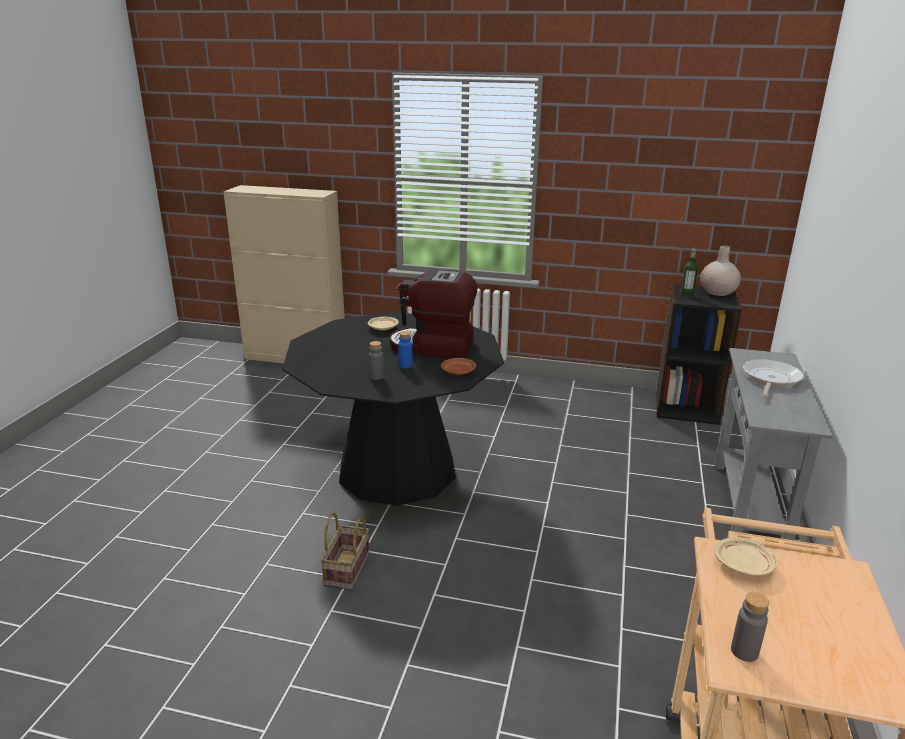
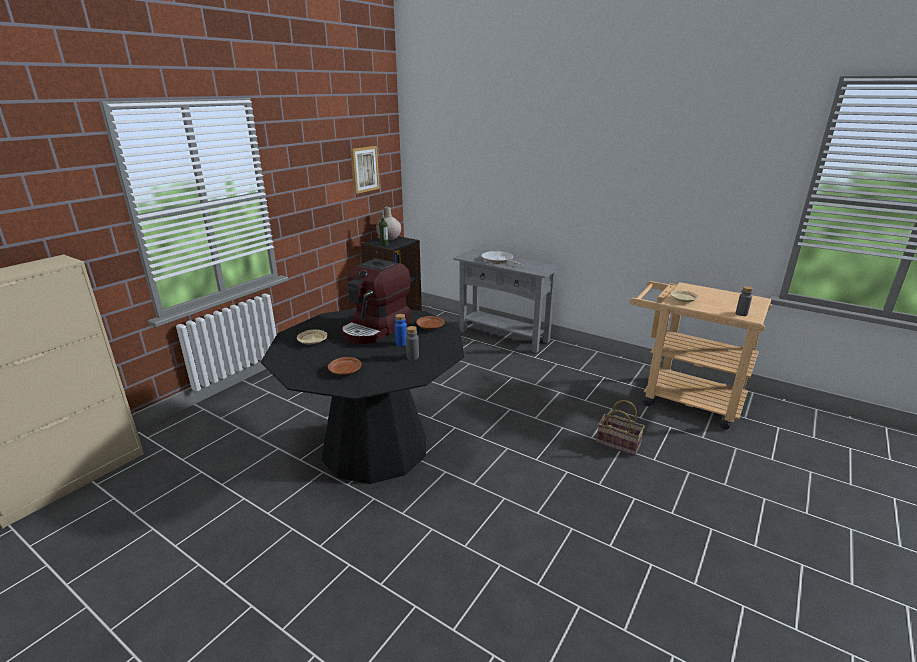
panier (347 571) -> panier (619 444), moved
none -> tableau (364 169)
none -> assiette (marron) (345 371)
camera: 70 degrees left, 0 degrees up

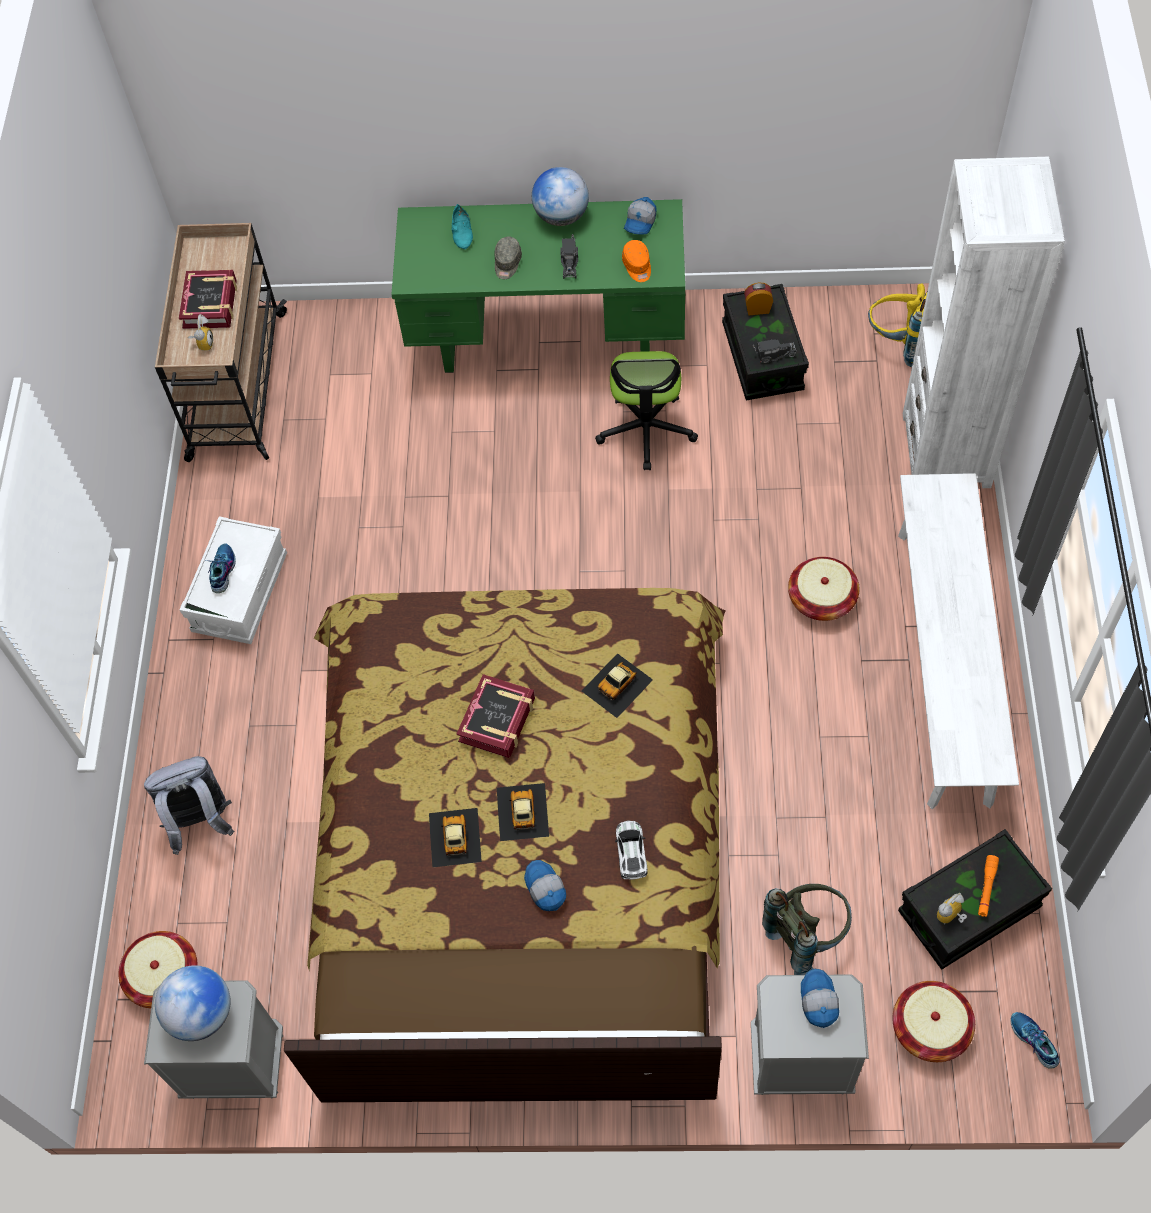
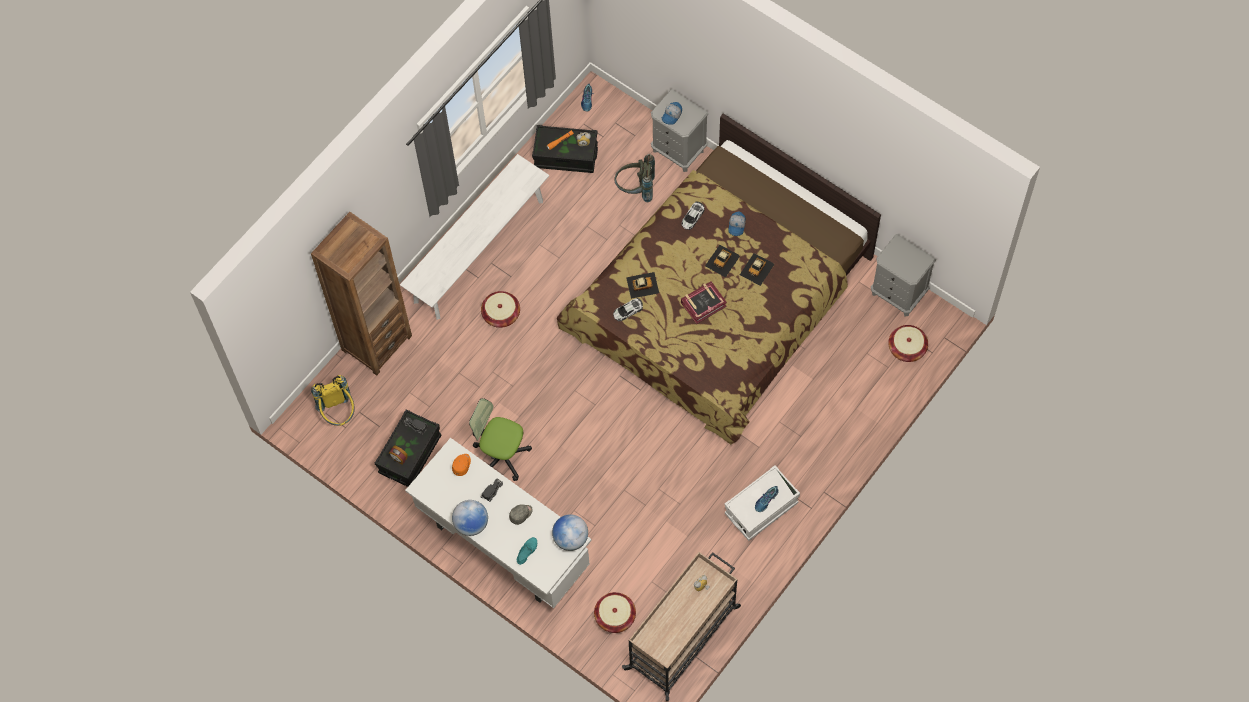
bibliothèque (blanc) (946 450) -> bibliothèque (marron) (376 343)
casquette (641 222) -> none
bureau (vert) (548 338) -> bureau (blanc) (503 546)
livre (210 304) -> none
chaise de bureau (646 430) -> chaise de bureau (501 455), 105 degrees counterclockwise
sac à dos (gris) (201 822) -> none
globe (201 1014) -> globe (571 538), moved
panier (930 1028) -> panier (615 616), moved
none -> petite voiture (627 311)
camera: 145 degrees left, 5 degrees up

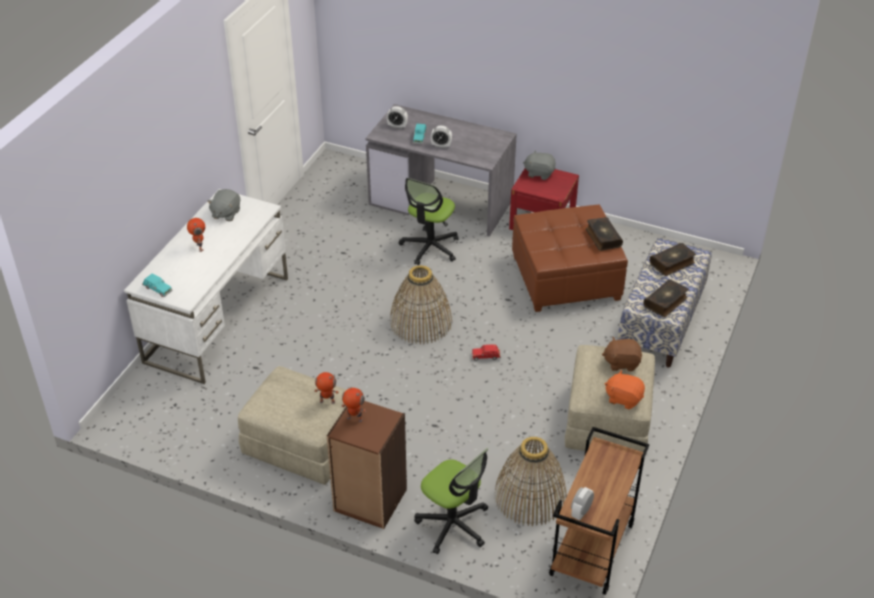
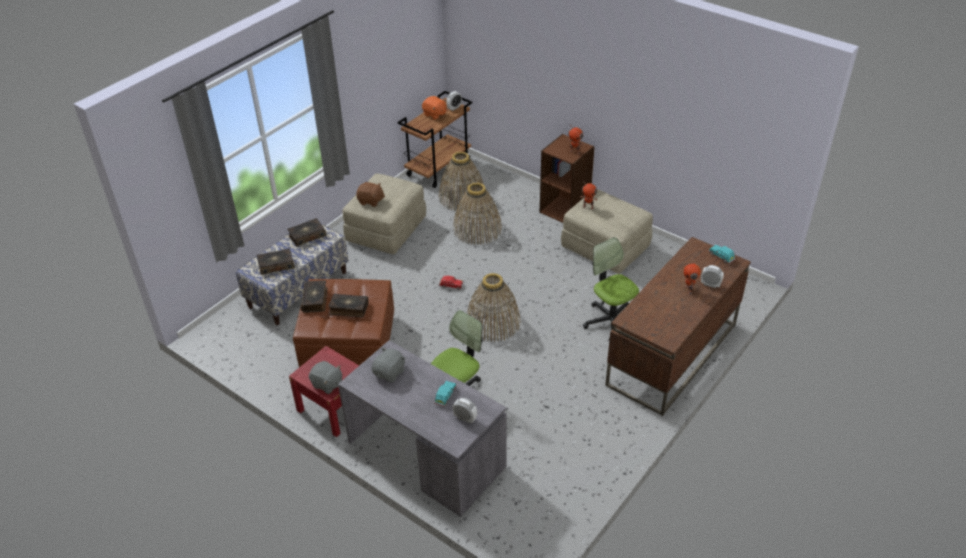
réveil (441 145) -> réveil (710 284), moved
bureau (blanc) (218 319) -> bureau (marron) (671 355)
peluche (gris) (226 213) -> peluche (gris) (390 373), moved
peluche (orange) (623 398) -> peluche (orange) (434 114), moved
chaise de bureau (453 525) -> chaise de bureau (610 321), moved
none -> panier (477 229)
none -> livre (349 309)
camera: 165 degrees left, 0 degrees up

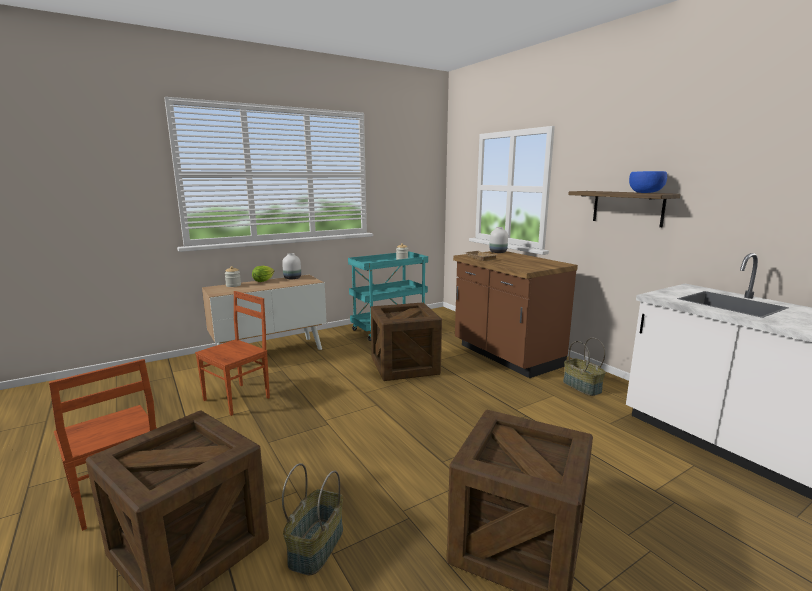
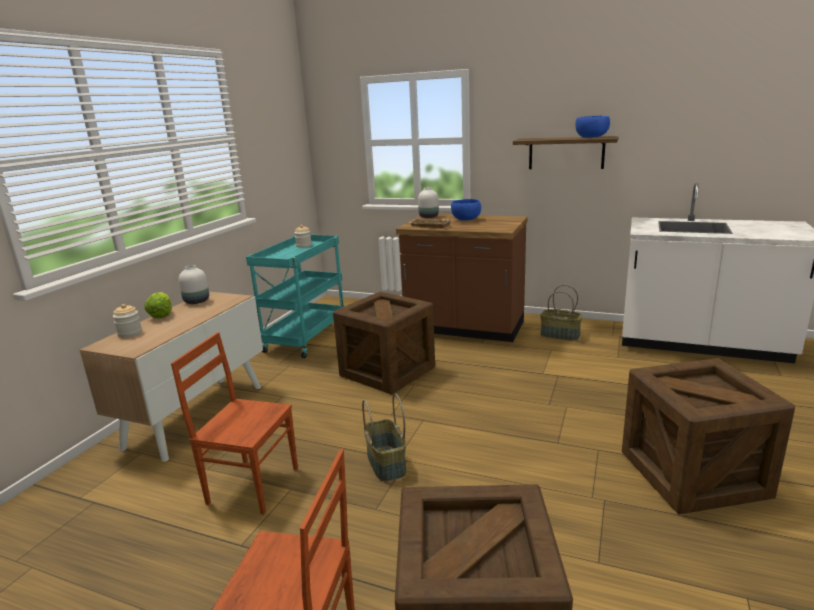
chaise (marron) (238 399) -> chaise (marron) (252 484), 75 degrees counterclockwise
panier (316 545) -> panier (385 463), moved
none -> bol (bleu) (466 220)
camera: 35 degrees left, 5 degrees up

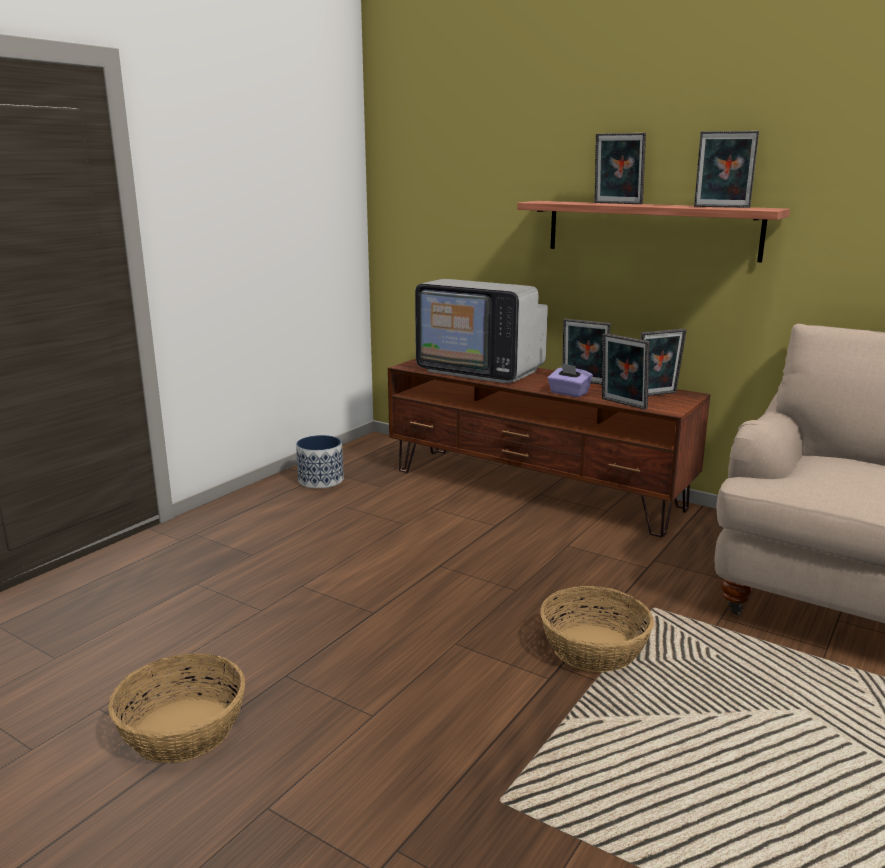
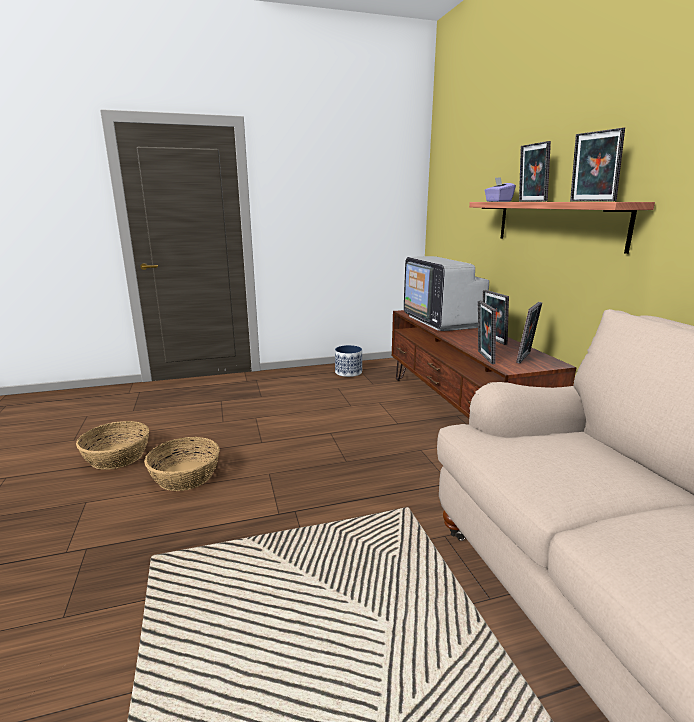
cadre photo (656 395) -> cadre photo (526 358), 75 degrees counterclockwise
boîte à mouchoirs (violet) (568 393) -> boîte à mouchoirs (violet) (498 201), moved
panier (594 648) -> panier (186 476), moved
camera: 40 degrees right, 0 degrees up

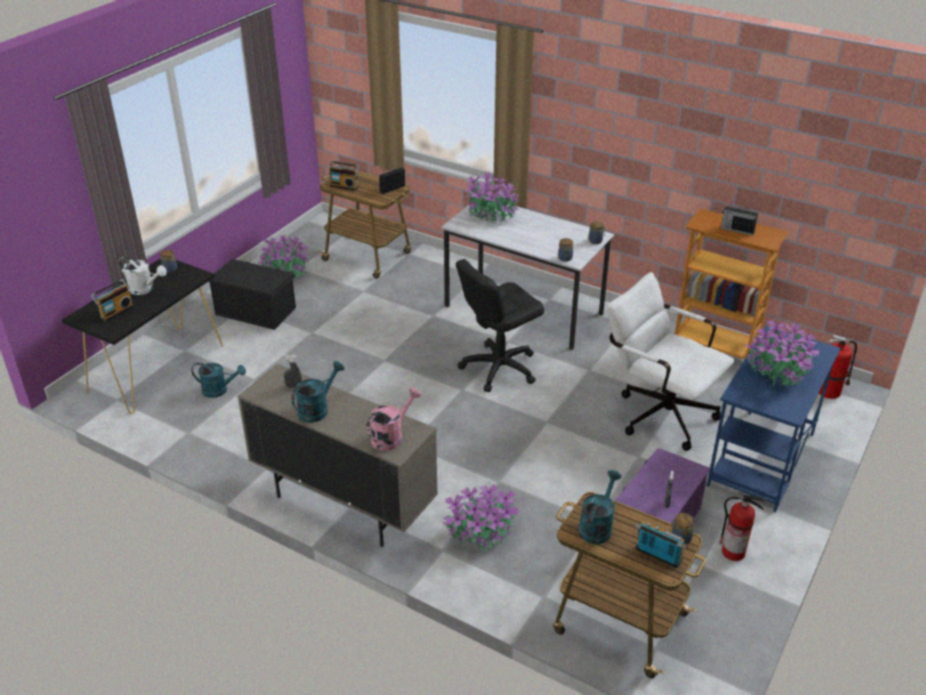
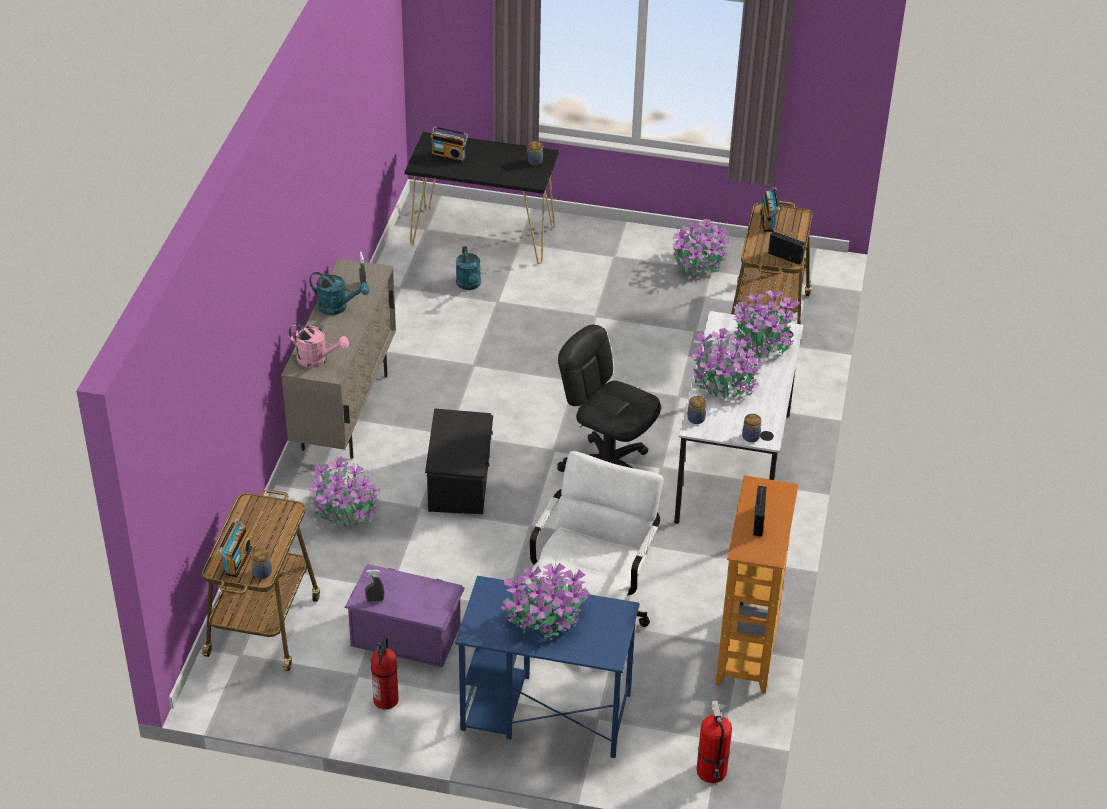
arrosoir (blanc) (145 289) -> none
boîte de rangement (noir) (256 310) -> boîte de rangement (noir) (460 481), moved
arrosoir (turquoise) (597 526) -> none
none -> plante en pot (723 383)
camera: 70 degrees right, 5 degrees up

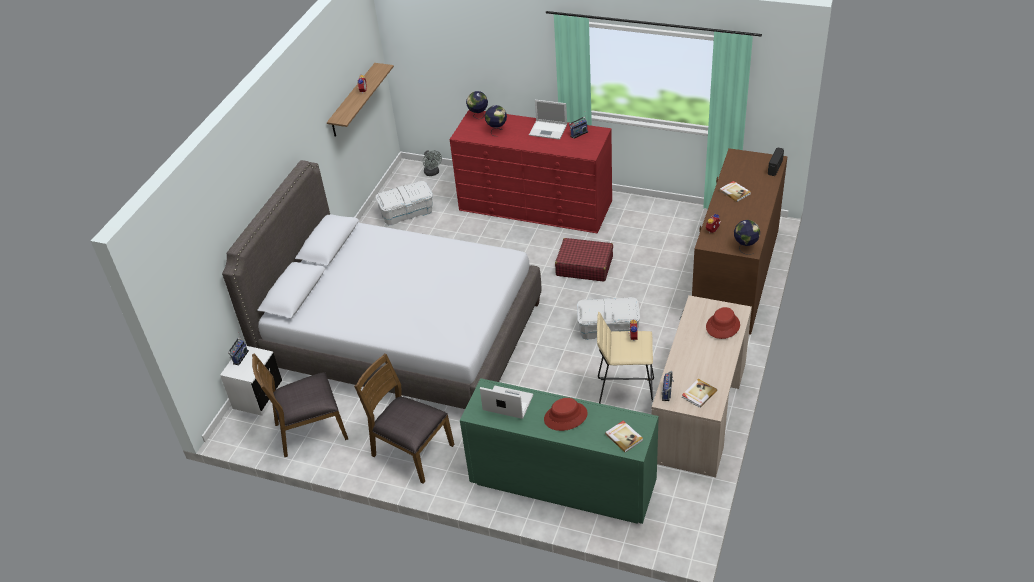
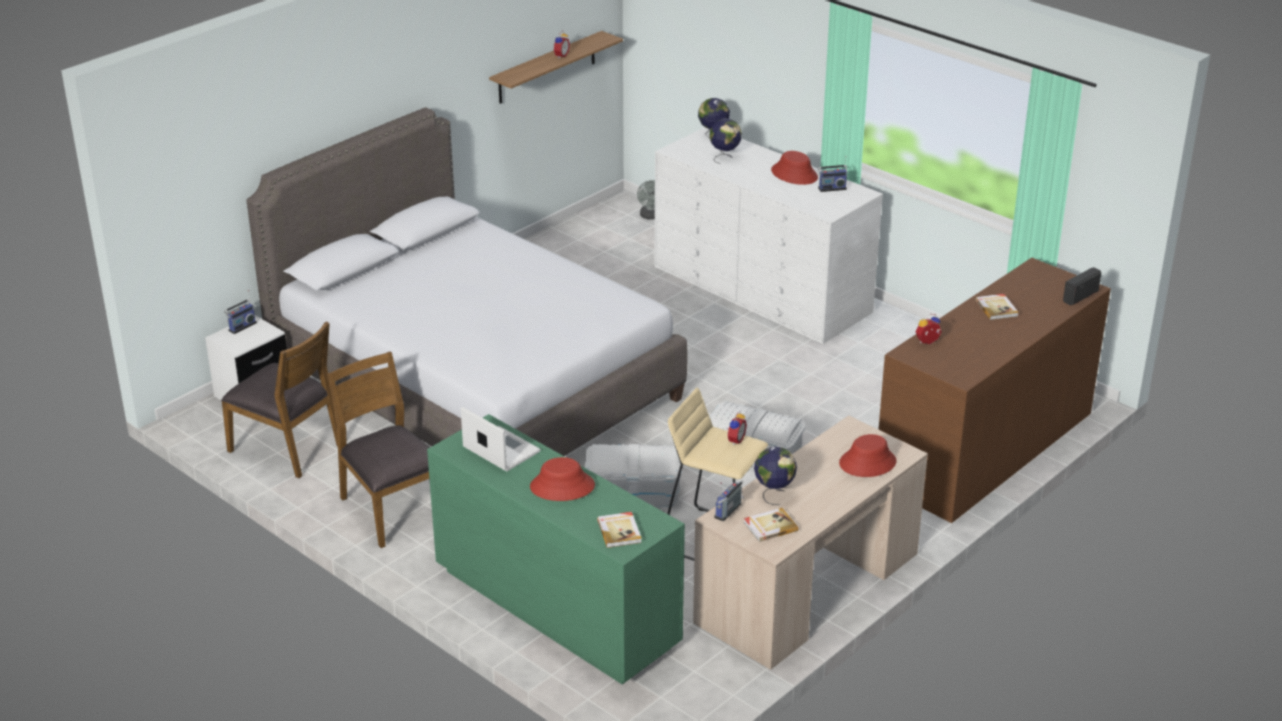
ordinateur portable (548 130) -> chapeau (rouge) (794 174)
commode (rouge) (535 205) -> commode (blanc) (761 289)
boîte de rangement (blanc) (407 212) -> boîte de rangement (blanc) (633 492), moved
globe (745 248) -> globe (774 494), moved
valise (rouge) (584 266) -> none
chaise (marron) (310 430) -> chaise (marron) (287 447), 150 degrees counterclockwise
camera: 20 degrees right, 10 degrees down

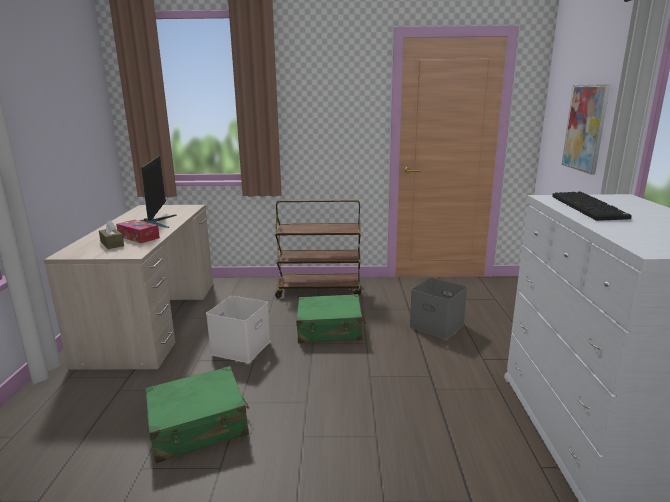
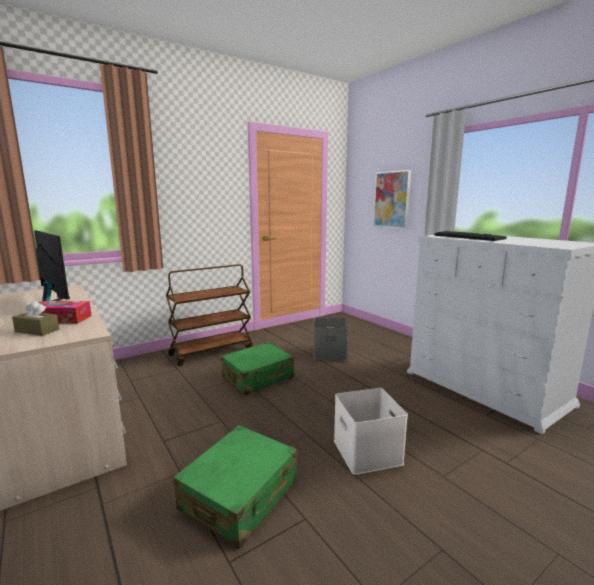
boîte de rangement (blanc) (241 348) -> boîte de rangement (blanc) (368 452), moved
camera: 35 degrees left, 5 degrees down

